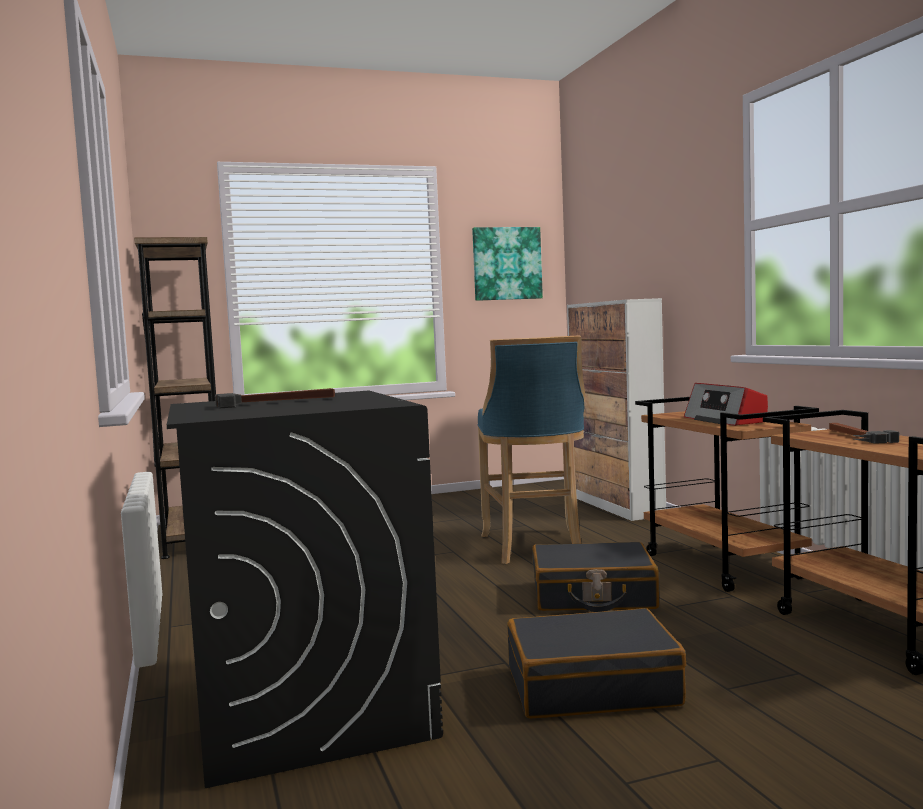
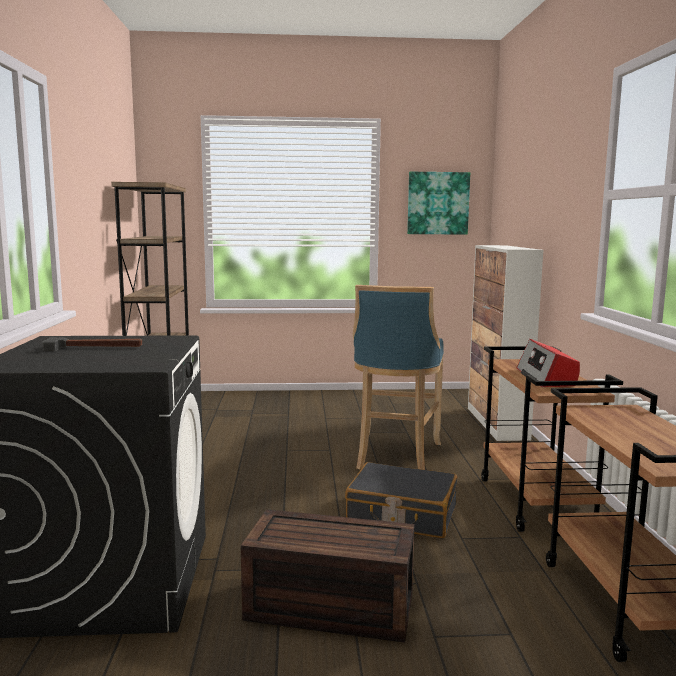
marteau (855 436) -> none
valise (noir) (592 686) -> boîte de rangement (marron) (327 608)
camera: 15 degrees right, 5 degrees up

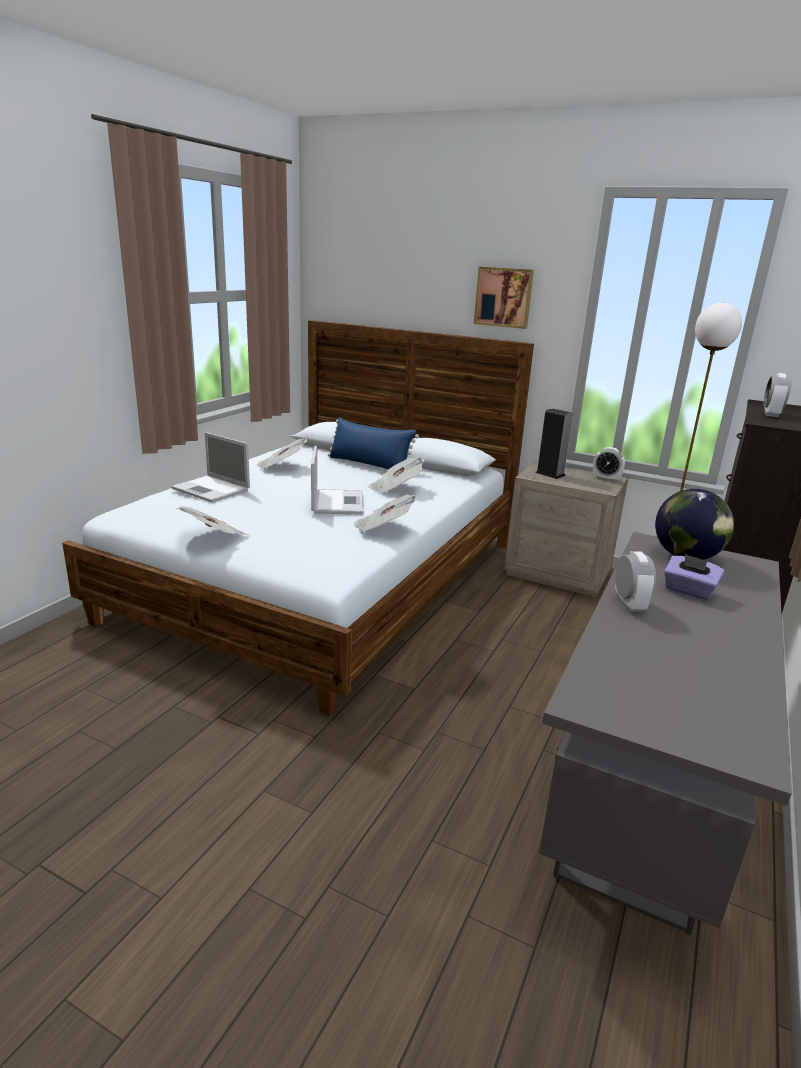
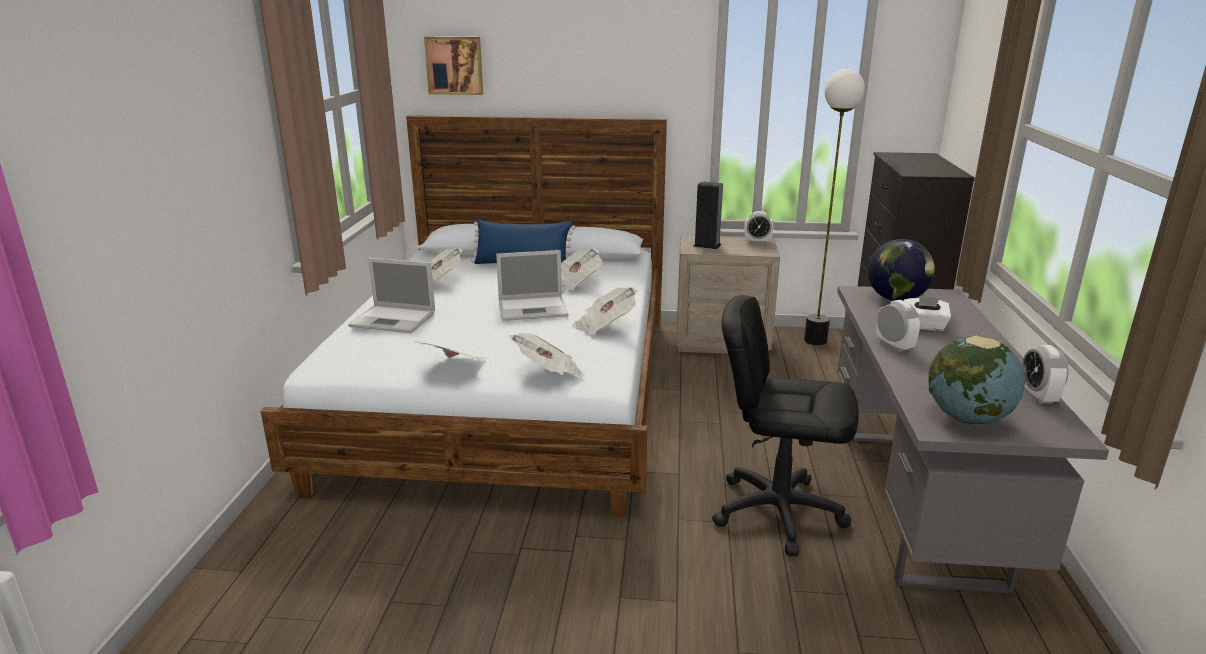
tableau (504 297) -> tableau (454 65), moved
réveil (771 414) -> réveil (1038 397), moved
ordinateur portable (337 502) -> ordinateur portable (534 308), 105 degrees clockwise
boîte à mouchoirs (violet) (689 591) -> boîte à mouchoirs (blanc) (923 326)
none -> chaise de bureau (noir) (777 512)
none -> journal (548 372)
none -> globe (967 418)
camera: 20 degrees left, 0 degrees up

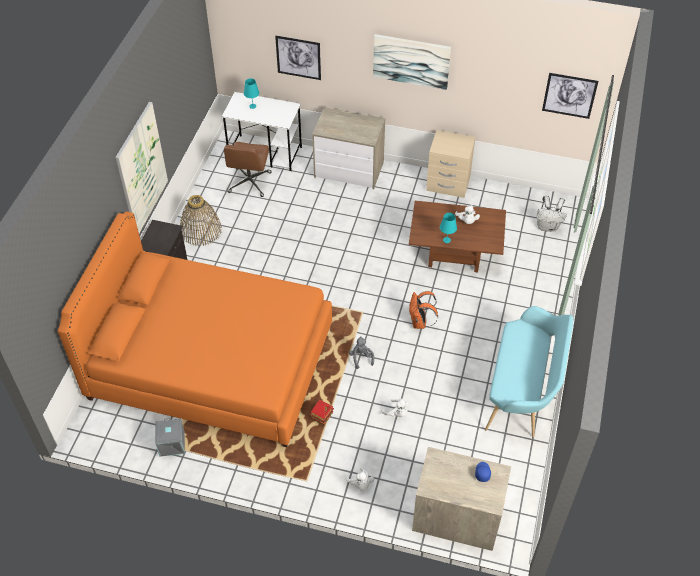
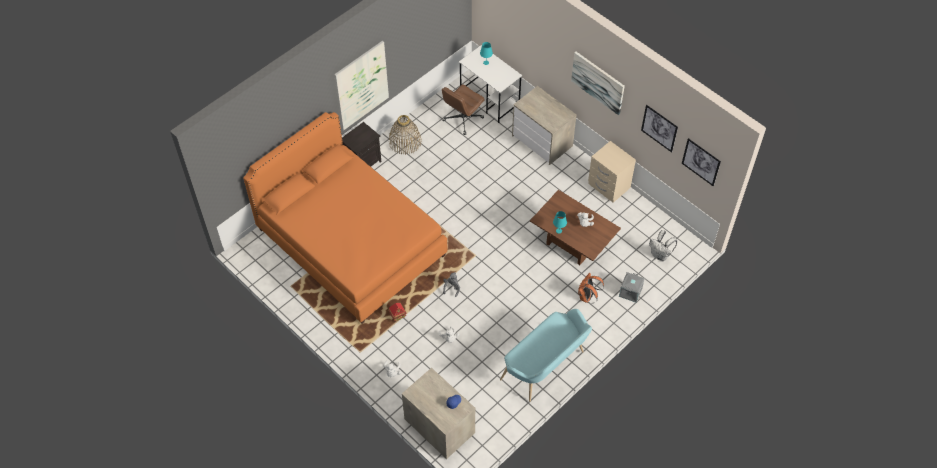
tableau (298 57) -> tableau (659 128), moved
sac à dos (orange) (420 322) -> sac à dos (orange) (587 297), moved
boîte de rangement (gris) (172 444) -> boîte de rangement (gris) (630 292), moved
camera: 30 degrees right, 5 degrees up

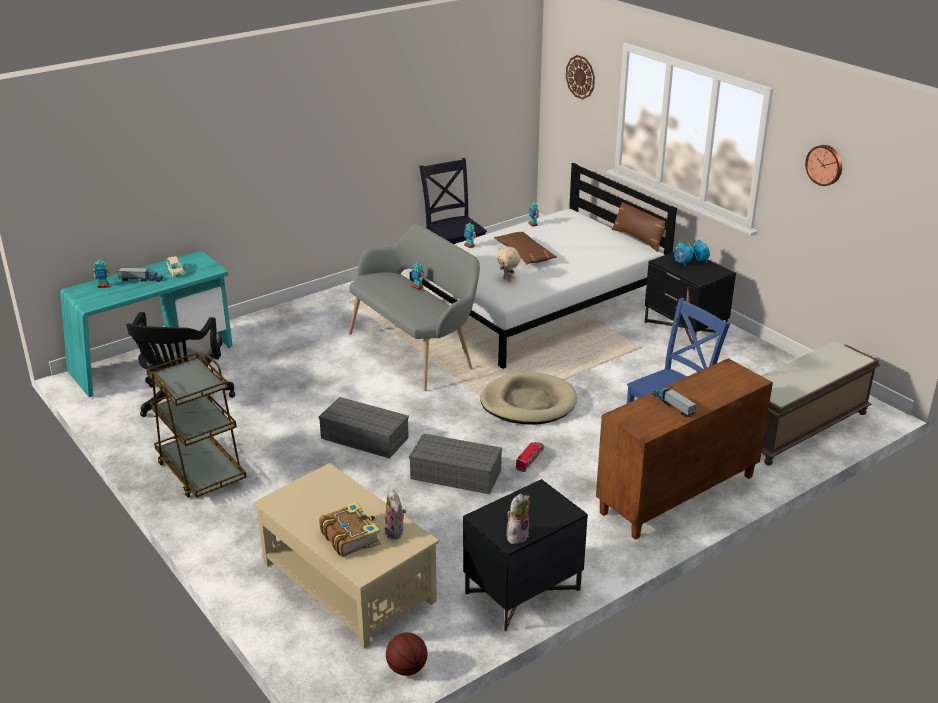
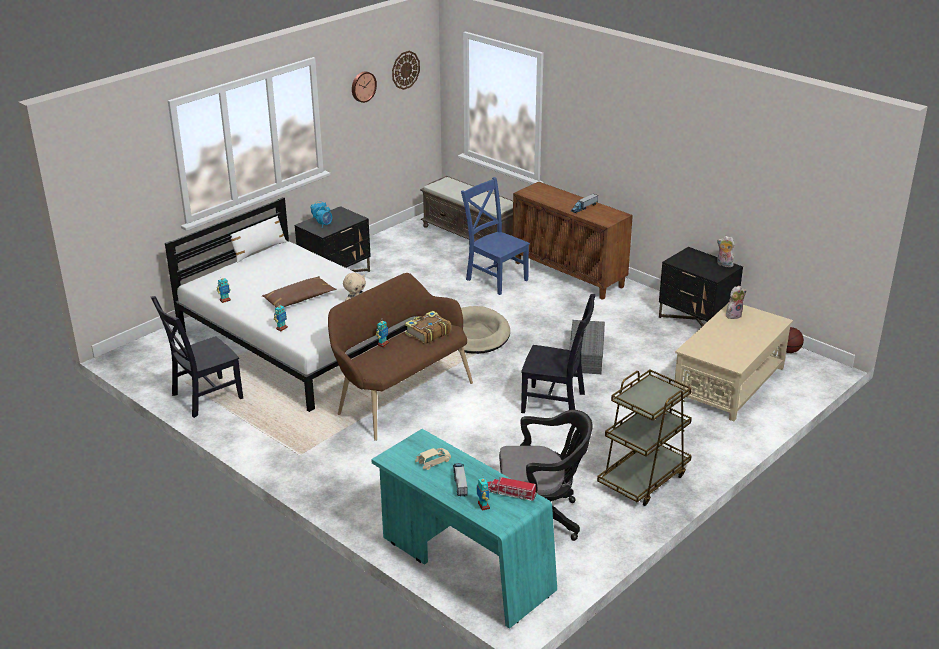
horloge murale (580 77) -> horloge murale (405 70), moved
coussin (marron) (638 239) -> coussin (blanc) (259 250)
banc (gris) (416 350) -> banc (marron) (400 397)
boîte de rangement (gris) (363 438) -> chaise (noir) (556 403)
camion jouet (530 459) -> camion jouet (510 493), moved
livre (350 536) -> livre (427 333), moved
camera: 100 degrees left, 0 degrees up

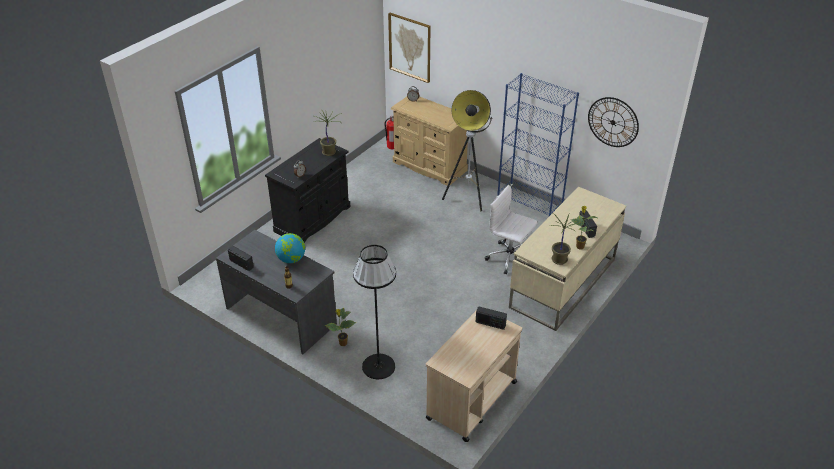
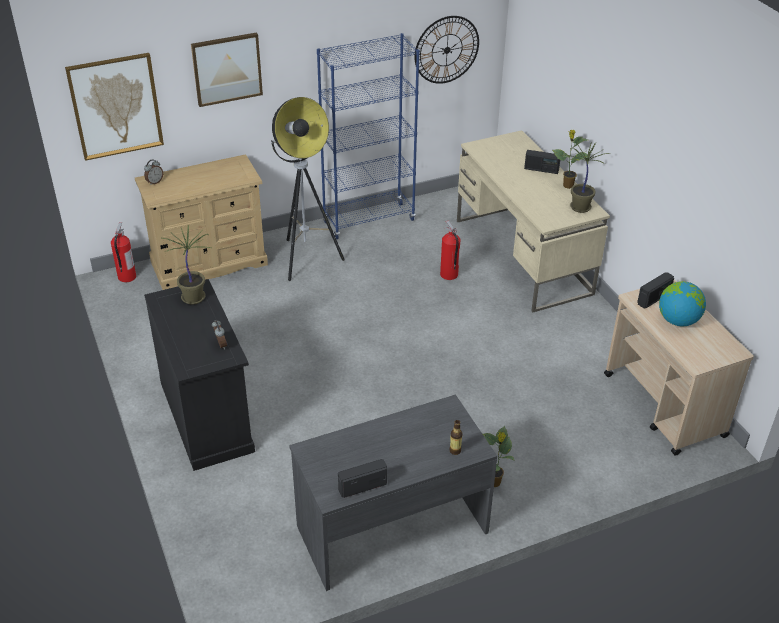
chaise de bureau (blanc) (510 258) -> extincteur (449 275)
globe (291 259) -> globe (678 320), moved
lampadaire (noir) (378 366) -> none
none -> tableau (227 69)
camera: 60 degrees left, 0 degrees up

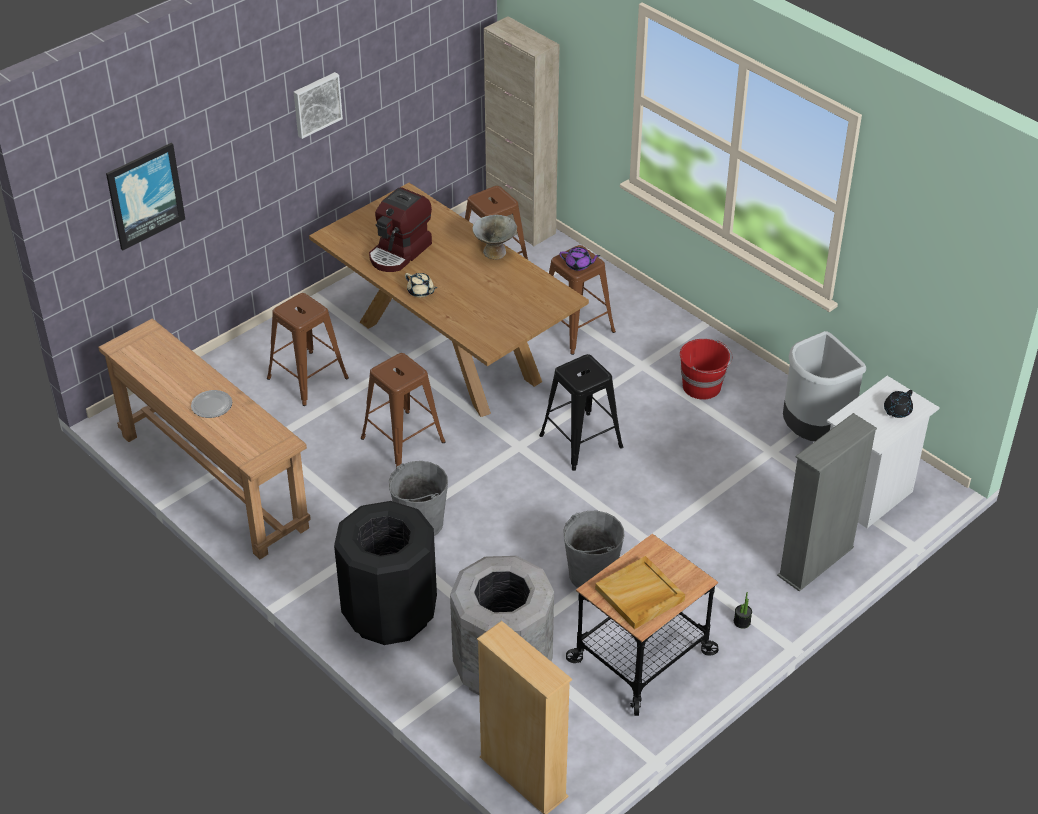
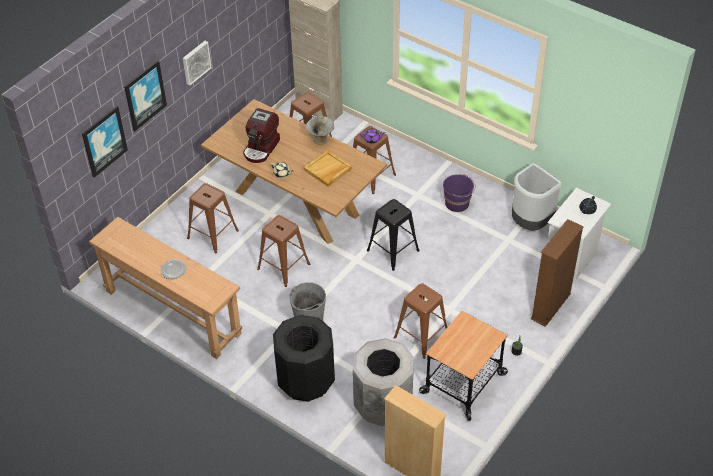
seau (rouge) (702 386) -> seau (violet) (457 203)
bibliothèque (gris) (816 562) -> bibliothèque (marron) (550 306)
seau (gris) (591 574) -> tabouret (marron) (420 336)
plateau (beige) (639 595) -> plateau (beige) (328 170), moved
none -> tableau (144 95)
camera: 10 degrees left, 5 degrees up

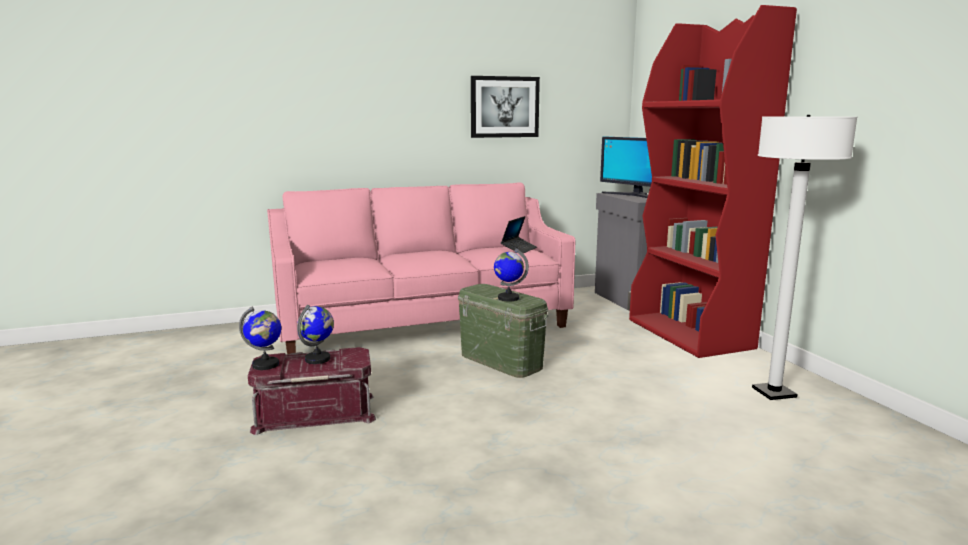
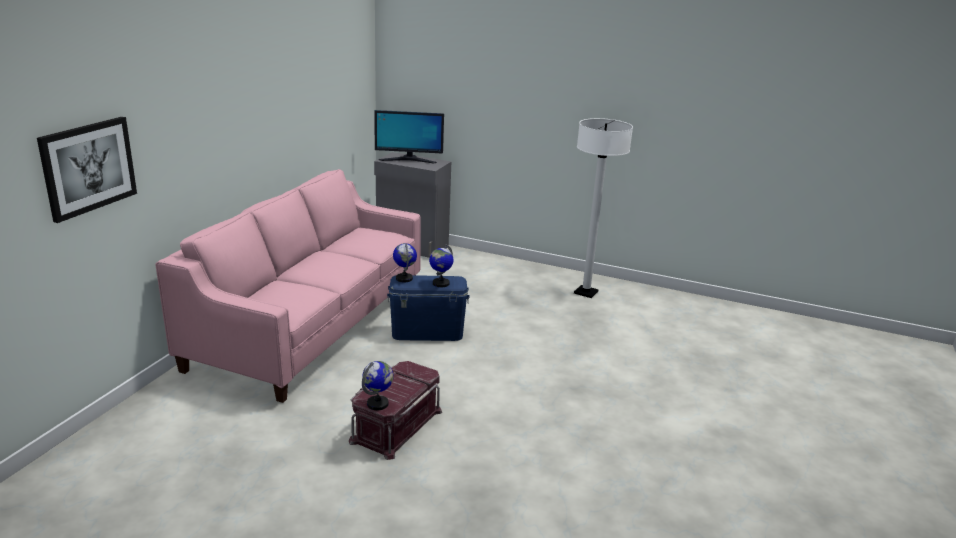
bibliothèque (rouge) (690 334) -> none
tableau (504 107) -> tableau (88 167), moved
ordinateur portable (519 249) -> none
boîte de rangement (vert) (501 361) -> boîte de rangement (bleu) (427 332)
globe (318 359) -> globe (404 278), moved
camera: 50 degrees left, 10 degrees up

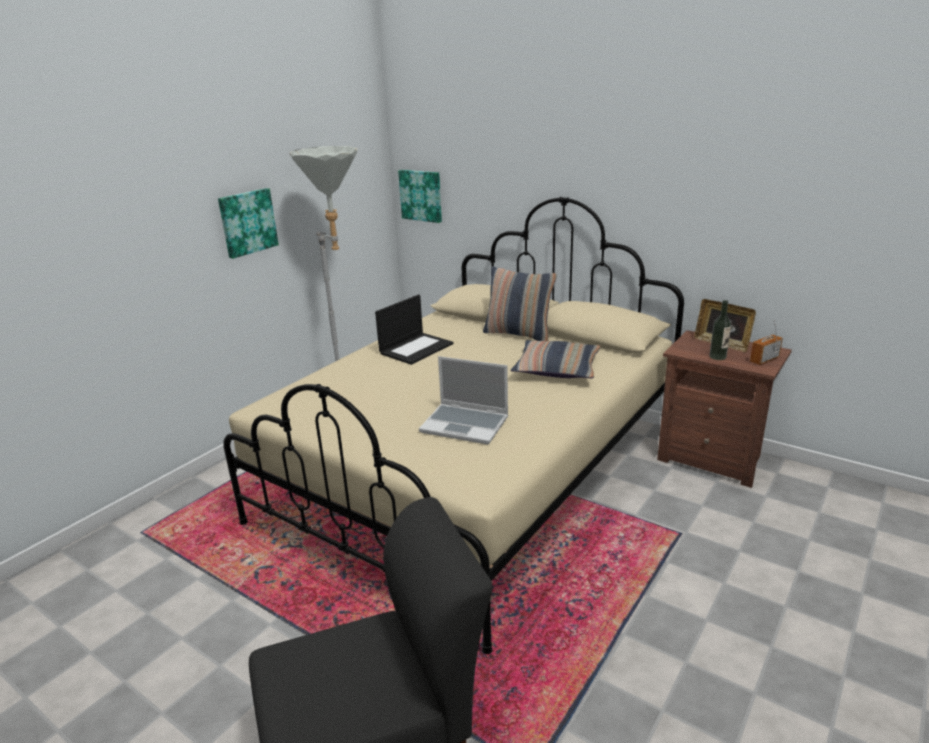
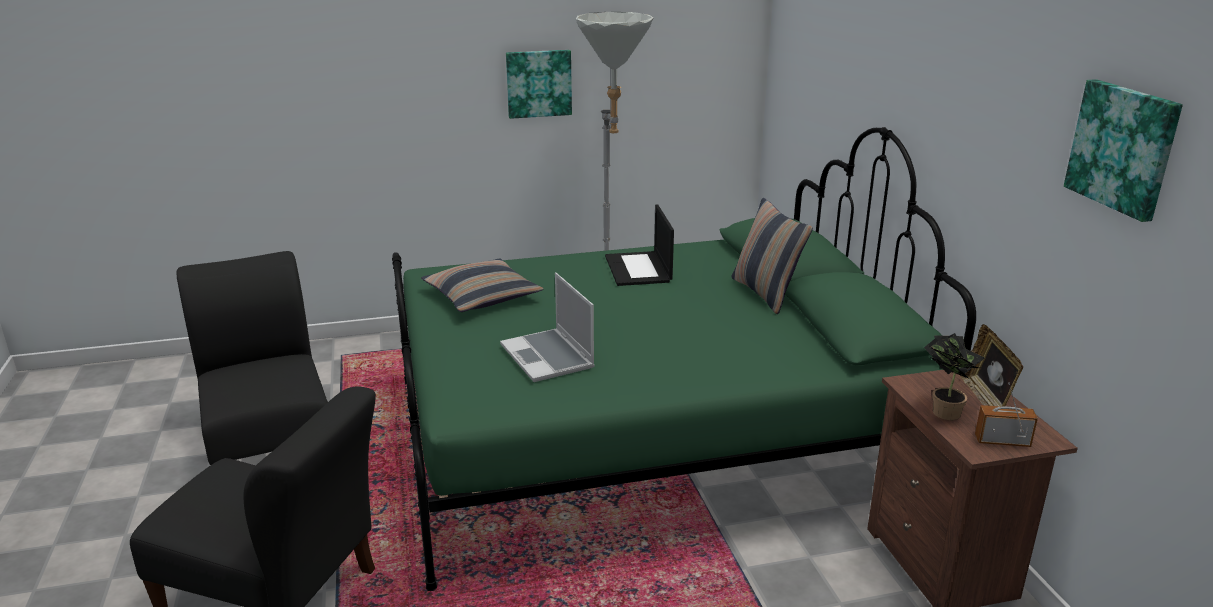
tableau (421 195) -> tableau (1123 148), moved
lit (beige) (475 474) -> lit (vert) (645 440)
ordinateur portable (416 348) -> ordinateur portable (639 269), 90 degrees clockwise
bouteille (717 357) -> plante en pot (944 410)
coussin (557 369) -> coussin (482 297), moved
none -> chaise (noir) (272 446)
camera: 40 degrees right, 0 degrees up

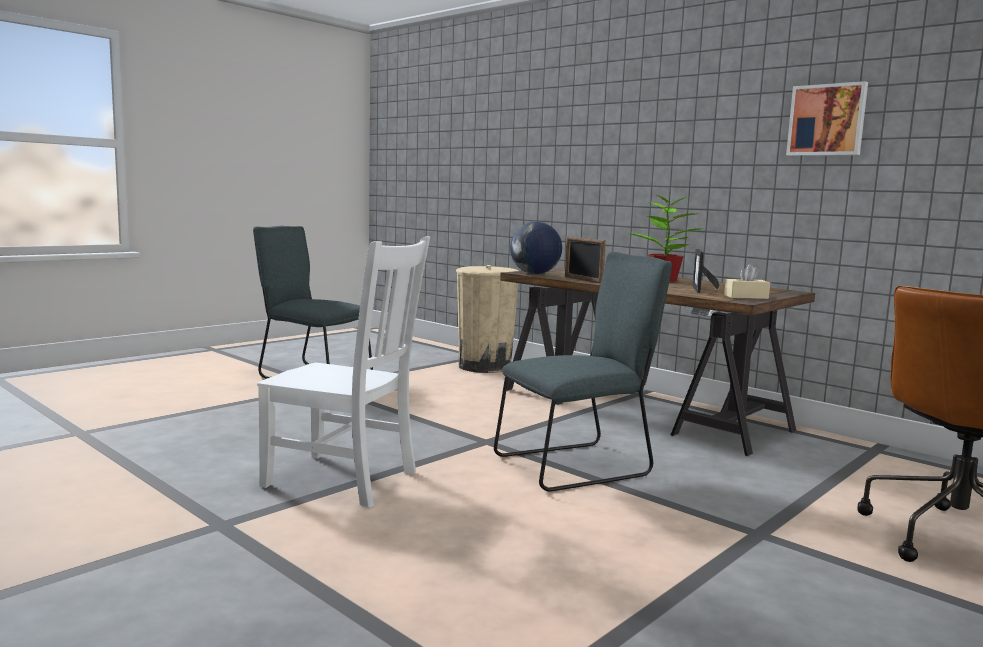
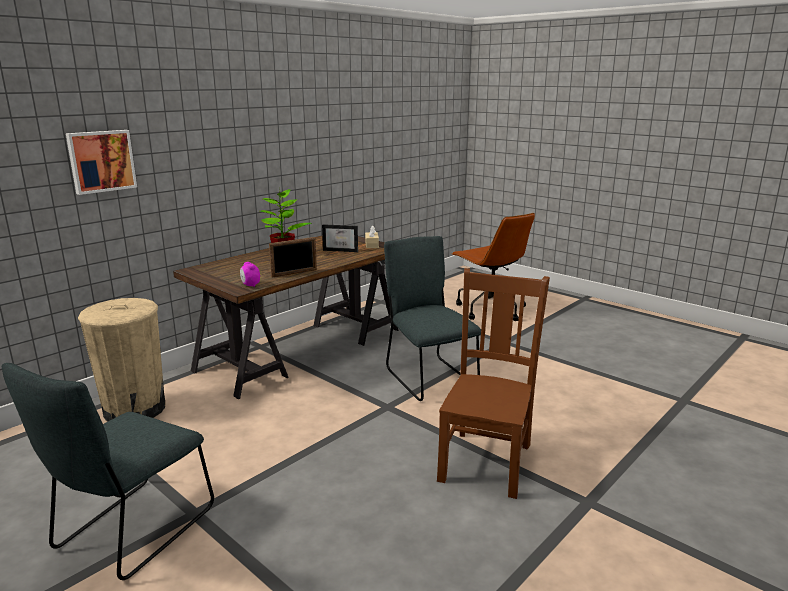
tableau (827 120) -> tableau (101 161), moved
globe (535 274) -> réveil (250 285)
chaise (blanc) (345 480) -> chaise (marron) (487 460)
camera: 90 degrees left, 10 degrees up

